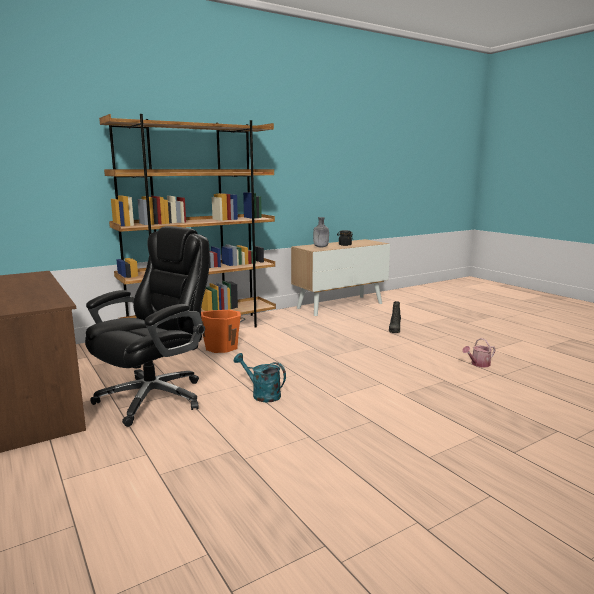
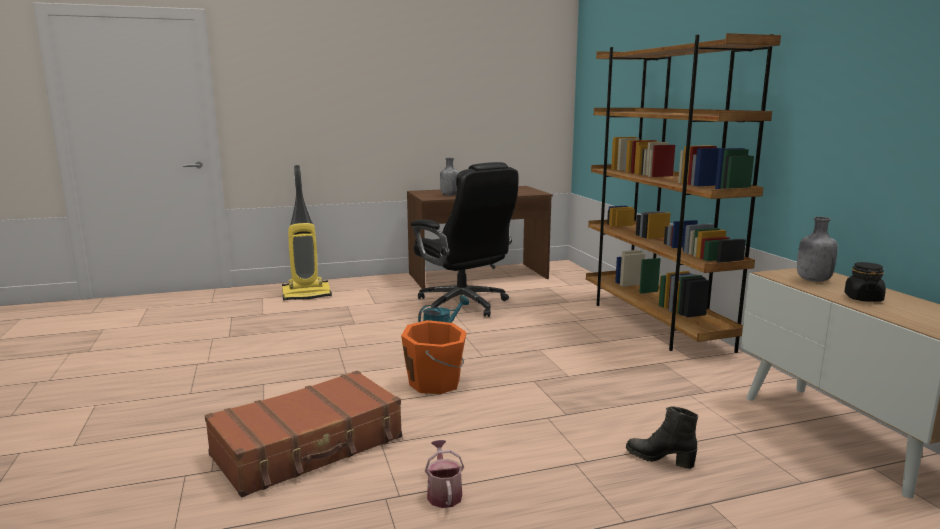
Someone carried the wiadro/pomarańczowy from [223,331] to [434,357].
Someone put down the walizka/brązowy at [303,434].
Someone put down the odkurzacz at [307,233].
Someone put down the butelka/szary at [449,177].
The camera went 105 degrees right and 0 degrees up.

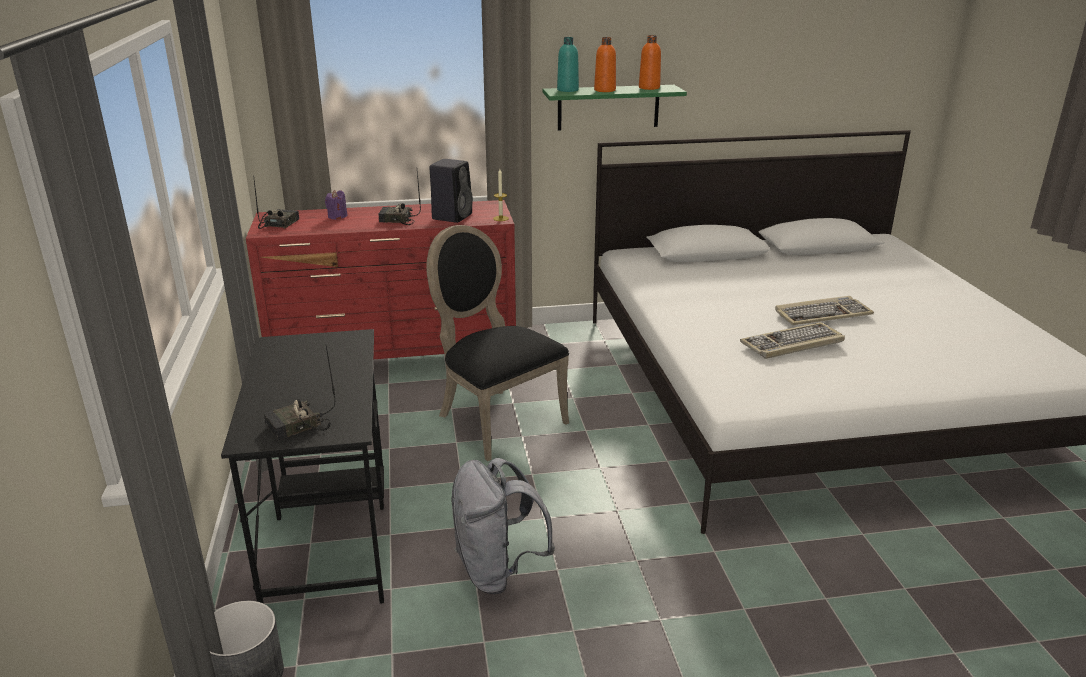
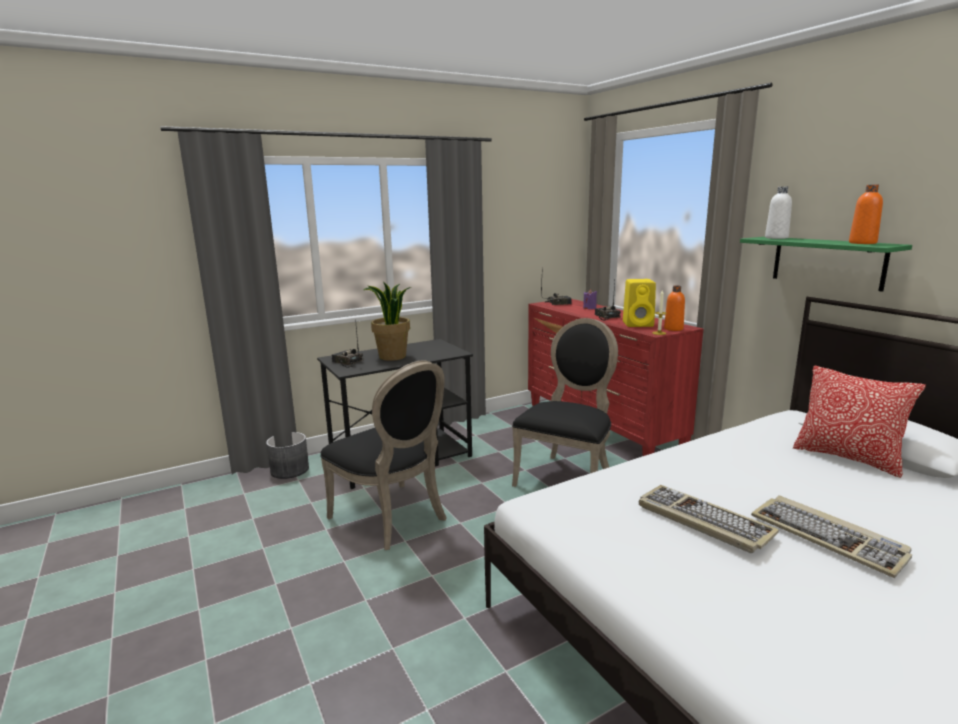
Someone repainted the głośnik/czarny at [451,191], which became the głośnik/żółty at [639,303].
Someone swapped the plecak/szary at [503,526] for the krzesło/czarny at [383,455].
Someone repainted the butelka/turkusowy at [568,64], which became the butelka/biały at [778,213].
Someone carried the butelka/pomarańczowy from [605,64] to [674,308].
Someone put down the roślina doniczkowa at [387,321].
Someone put down the poduszka at [859,422].
The camera went 70 degrees right and 10 degrees down.

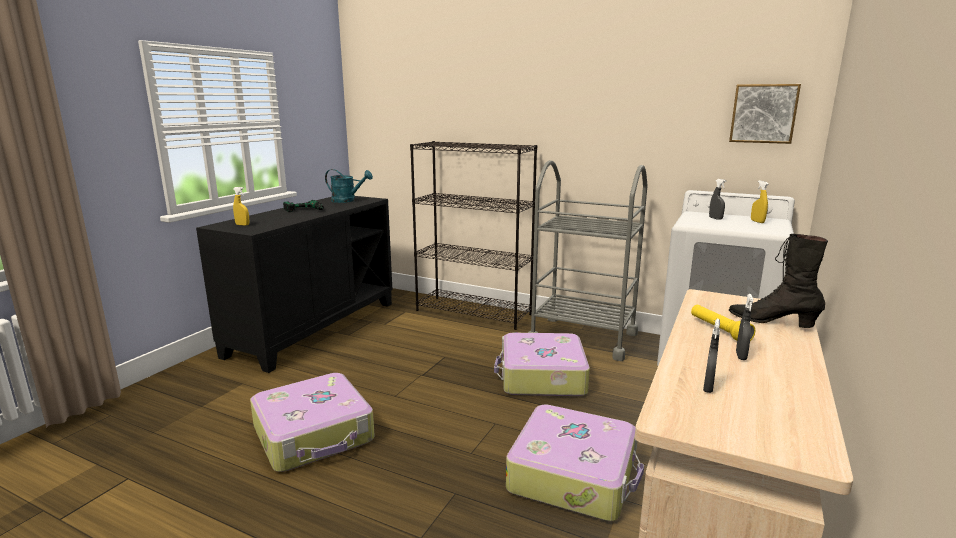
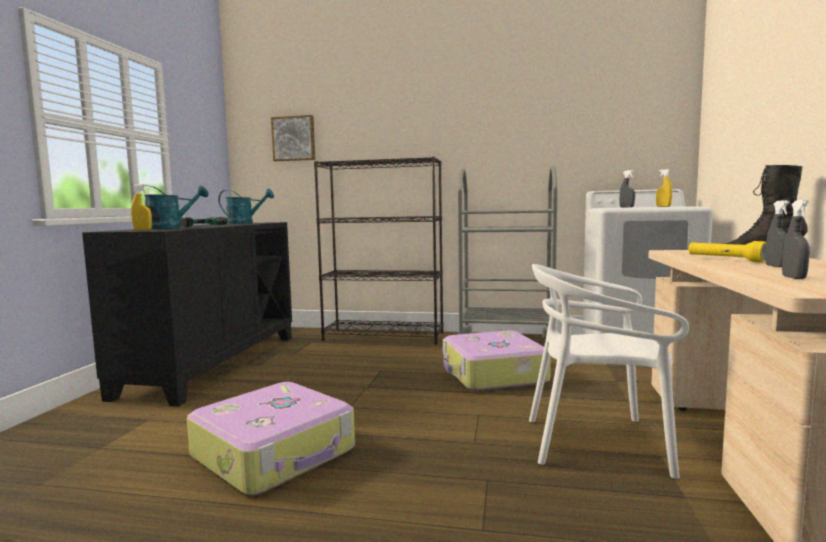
Someone swapped the walizka at [575,462] for the krzesło/biały at [609,371].
Someone carried the obraz from [765,114] to [293,138].
Someone put down the konewka/turkusowy at [171,207].
The camera went 15 degrees left and 10 degrees down.

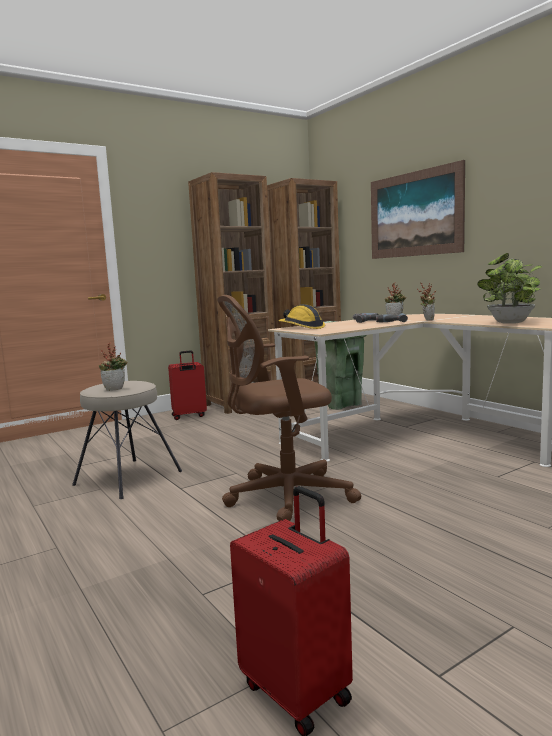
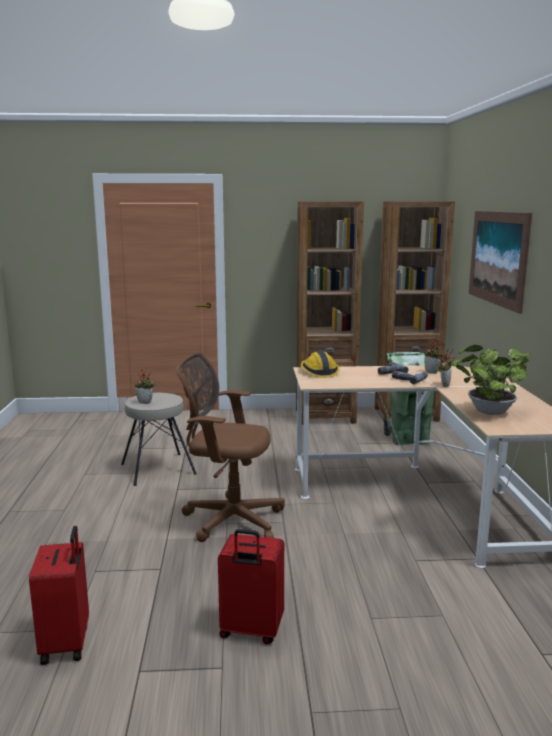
Someone carried the walizka/czerwony from [187,385] to [251,586].
The camera went 30 degrees right and 5 degrees up.

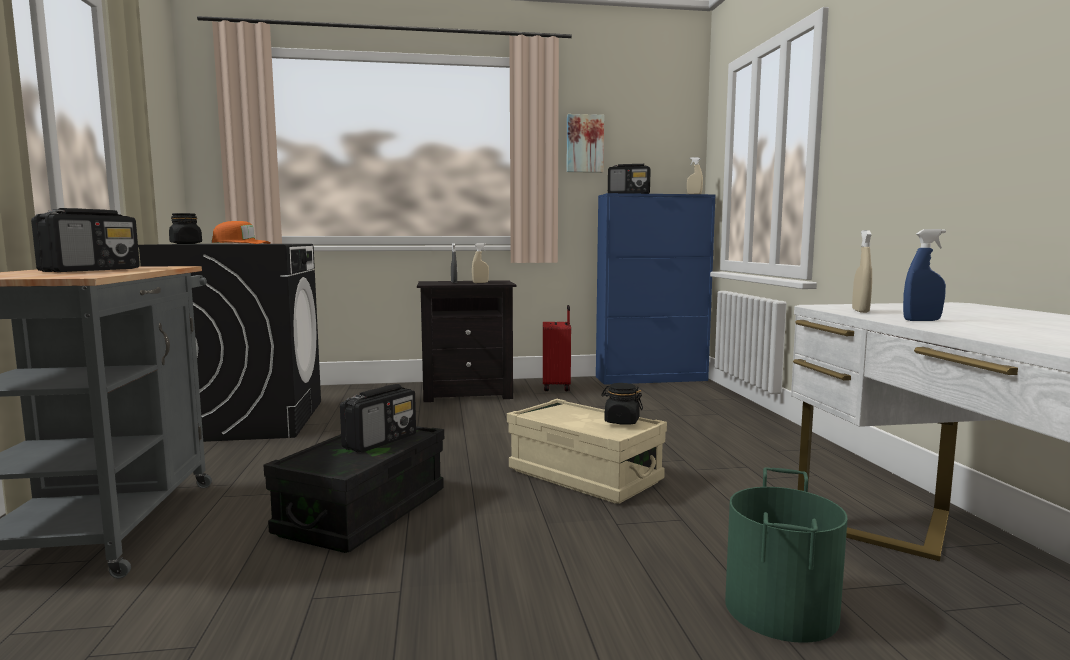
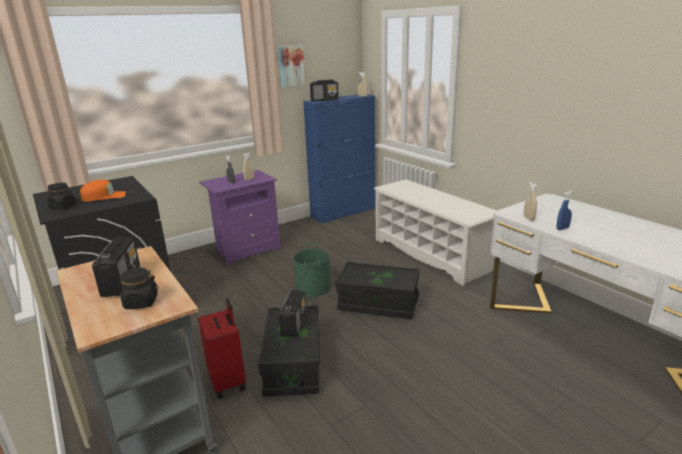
Someone repainted the szafka nocna/czarny at [466,341], which became the szafka nocna/fioletowy at [240,218].
Someone repainted the pojemnik do przechowywania/beżowy at [587,451], which became the pojemnik do przechowywania/czarny at [377,290].
Someone carried the walizka/czerwony from [557,348] to [222,348].
Someone carried the słoik/czarny from [622,404] to [137,288].
Someone carried the wiadro/zielony from [786,555] to [312,269].
Someone put down the regał na buty/biały at [435,232].
The camera went 25 degrees left and 15 degrees up.

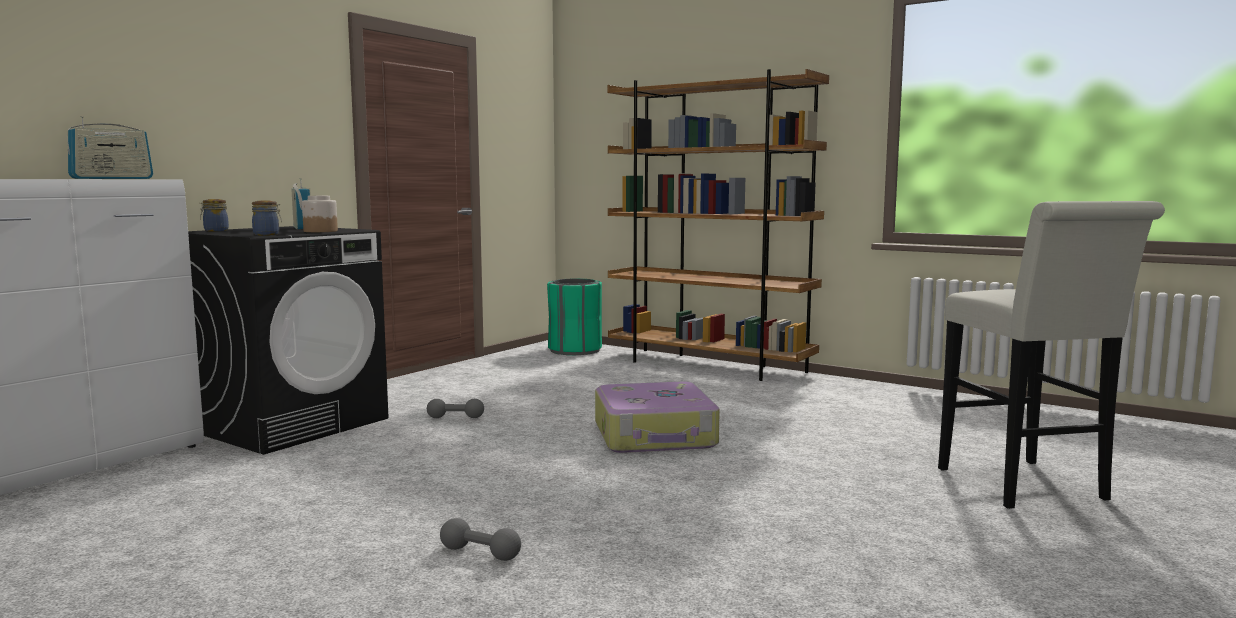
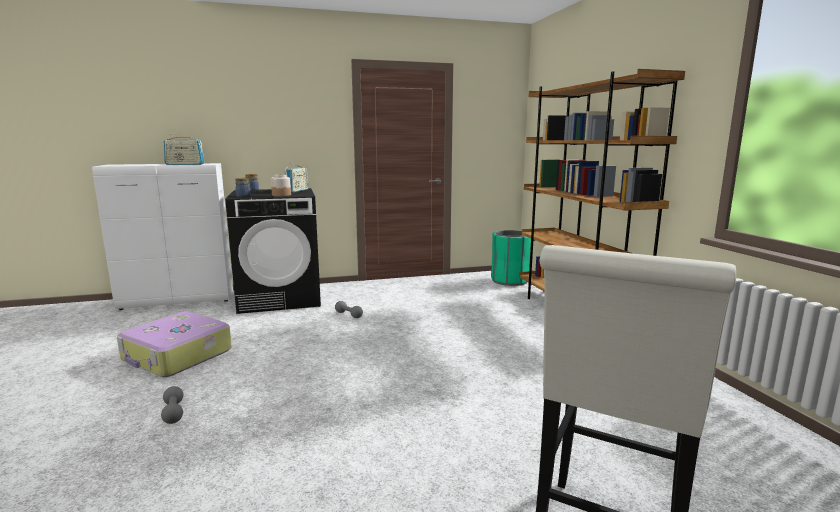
Someone carried the walizka from [657,417] to [174,344].
The camera went 40 degrees right and 5 degrees up.

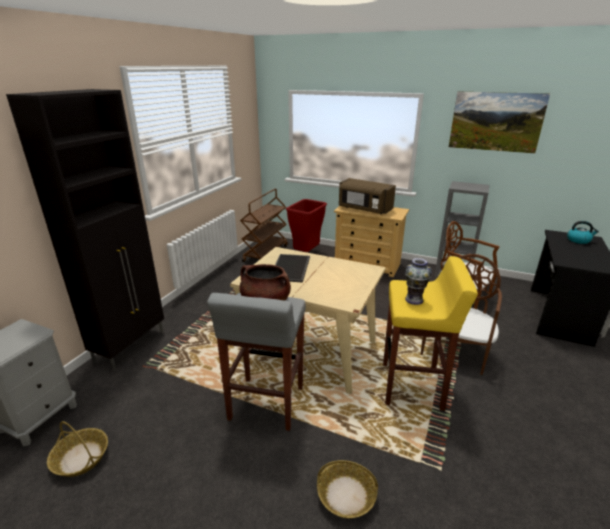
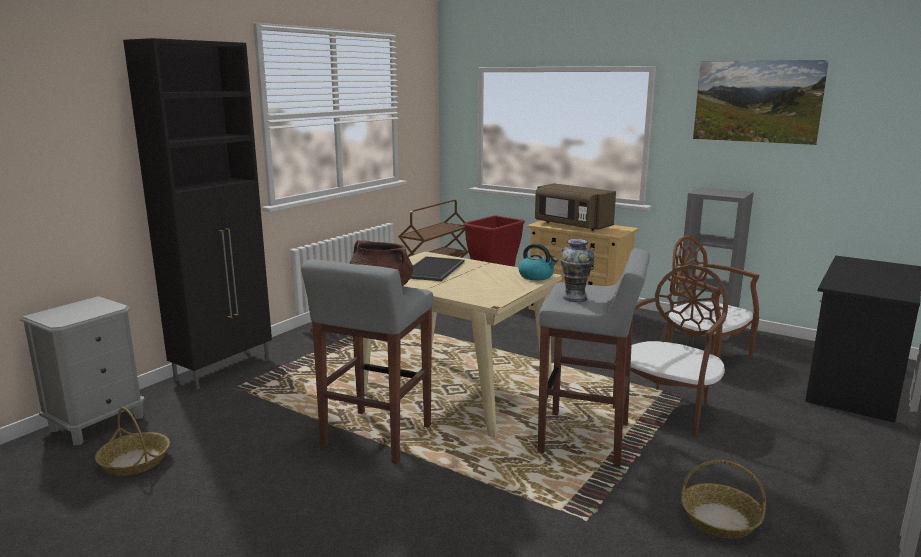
Someone carried the koszyk from [347,489] to [723,499].
Someone repainted the stołek/żółty at [430,333], which became the stołek/szary at [594,357].
Someone carried the czajnik from [583,232] to [538,261].
The camera went 10 degrees right and 10 degrees down.

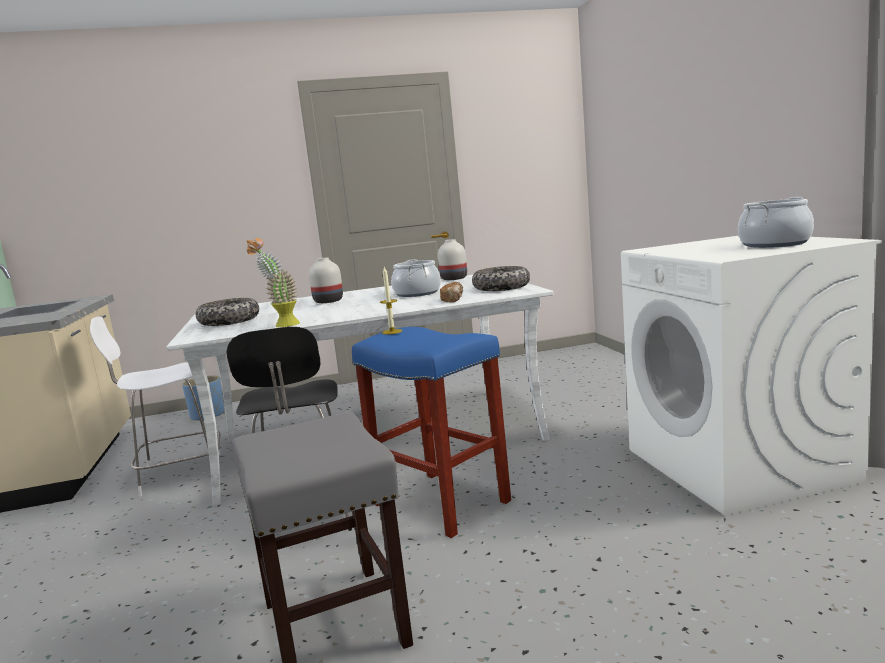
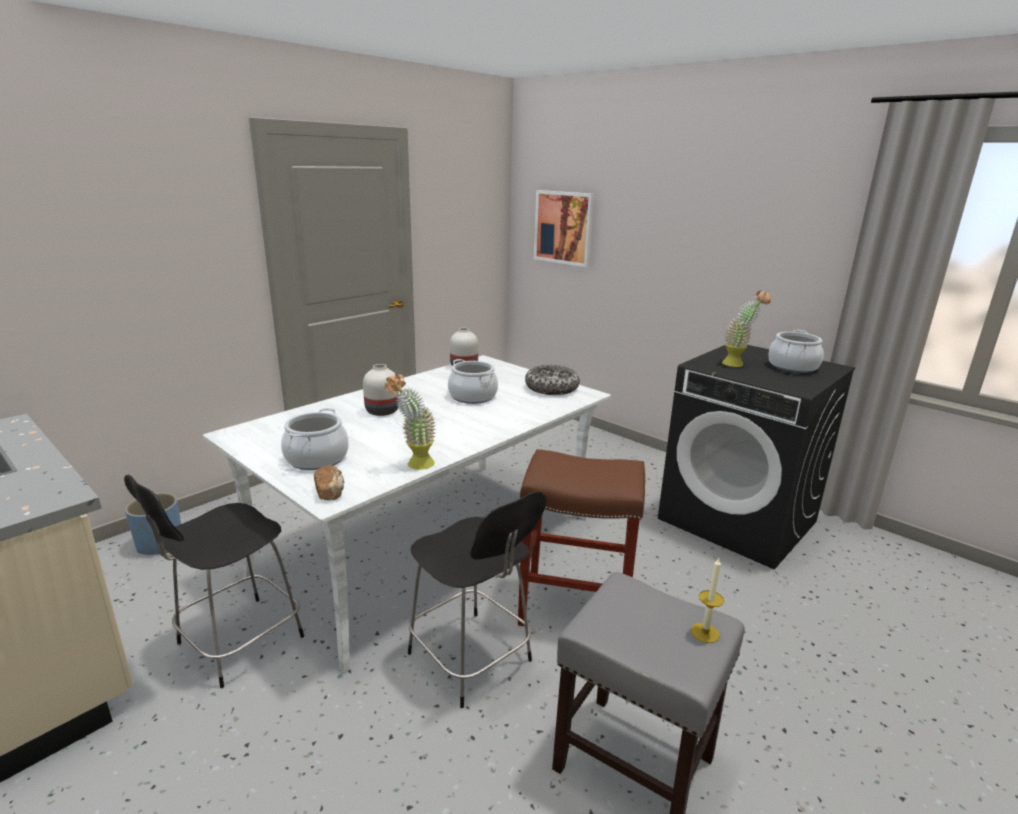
Someone repainted the krzesło/biały at [155,406], which became the krzesło/czarny at [214,581].
Someone swapped the miska at [227,312] for the garnek at [315,439].
Someone repainted the stołek/niebieski at [431,432], which became the stołek/brązowy at [581,537].
Someone carried the świeca from [391,300] to [707,600].
Someone carried the chleb from [452,292] to [329,482].
Someone repainted the pralka/biały at [751,376], which became the pralka/czarny at [756,456].
Someone put up the obraz at [564,228].
Someone put down the roślina doniczkowa at [746,329].
The camera went 35 degrees left and 10 degrees up.

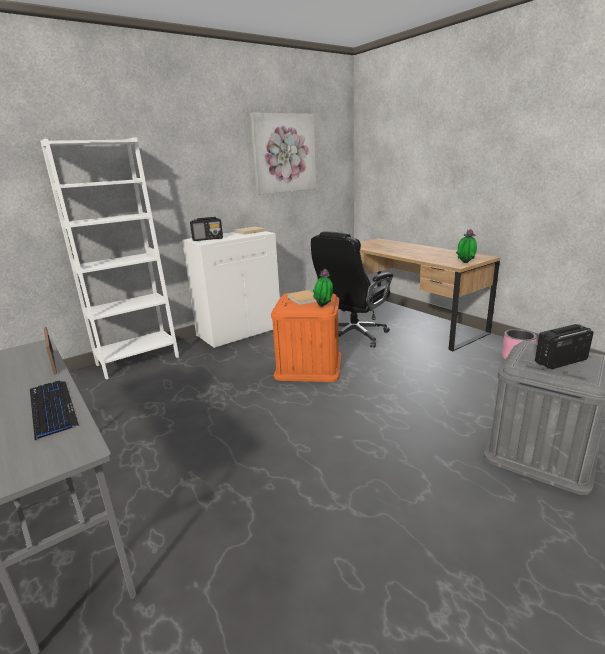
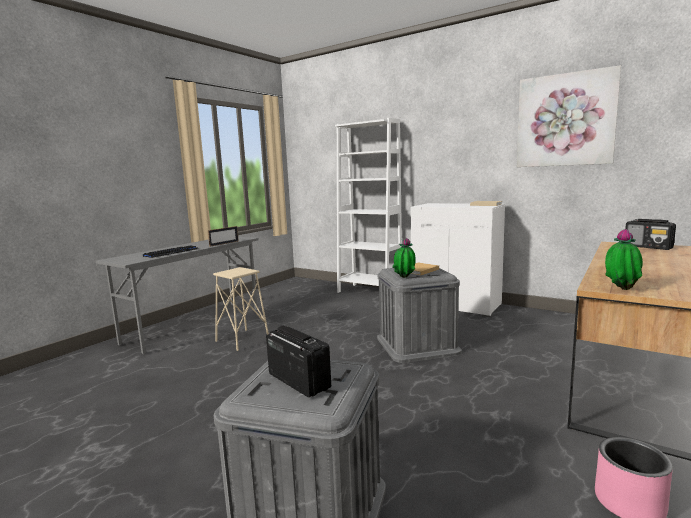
Someone carried the radio from [206,229] to [650,234].
Someone repainted the pojemnik do przechowywania/pomarańczowy at [306,337], which became the pojemnik do przechowywania/szary at [419,315].
Someone took away the krzesło biurowe/czarny at [352,289].
Someone put down the stołek/beżowy at [241,309].
The camera went 70 degrees right and 10 degrees down.

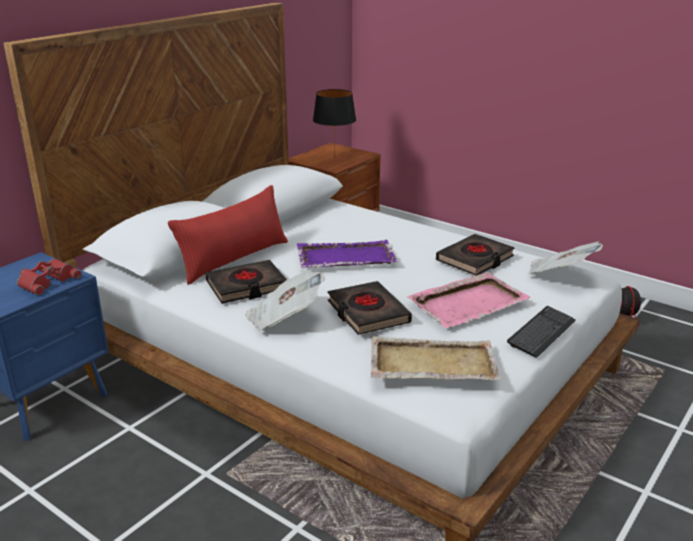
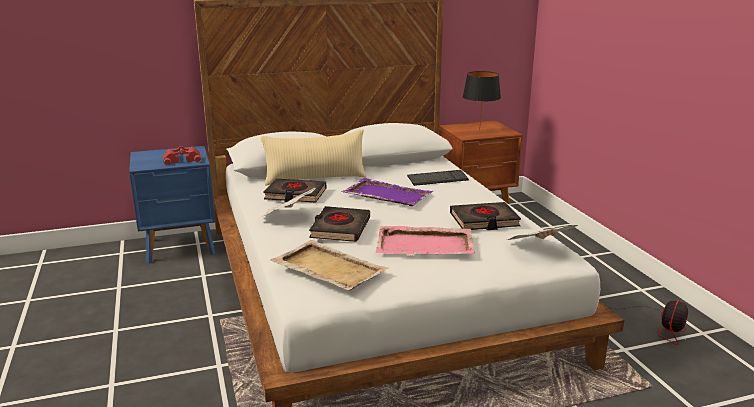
Someone repainted the poduszka/czerwony at [228,235], which became the poduszka/beżowy at [313,157].
Someone carried the klawiatura from [541,332] to [438,178].
The camera went 35 degrees right and 5 degrees down.

